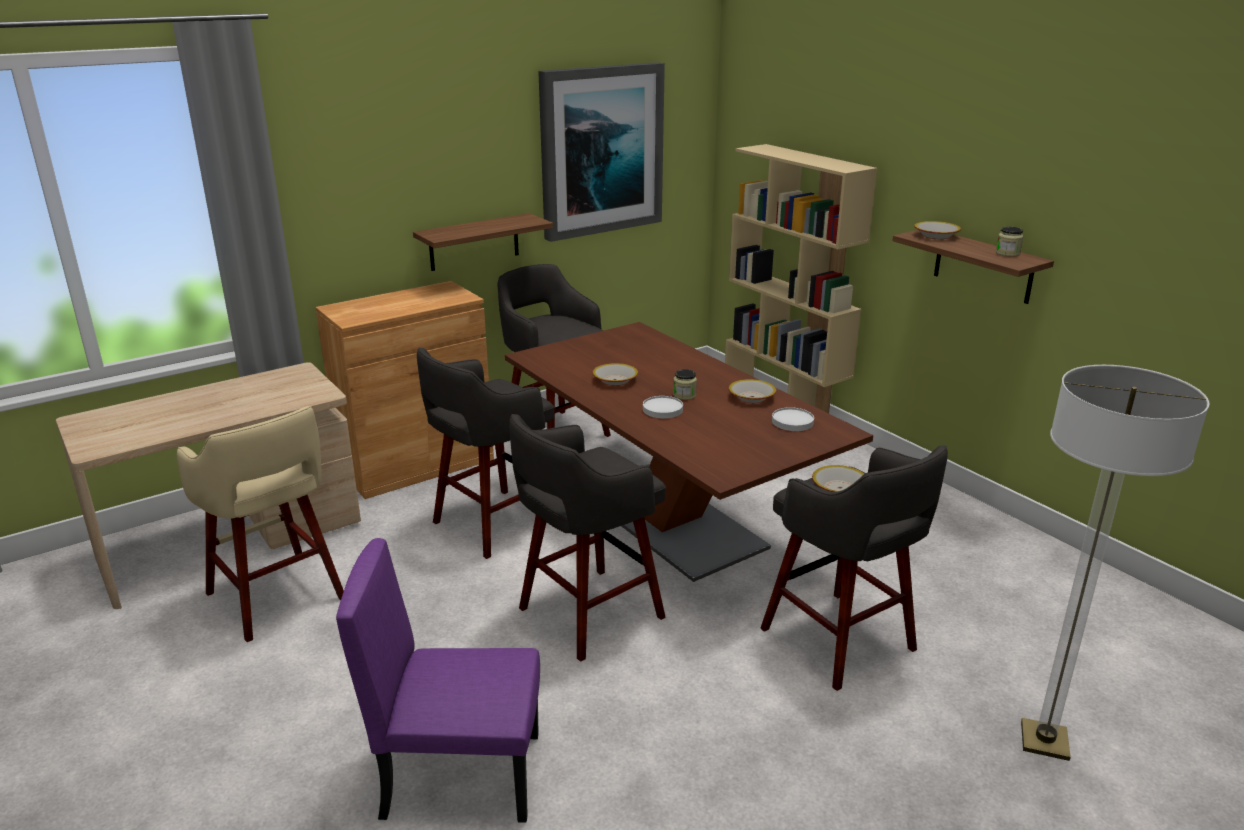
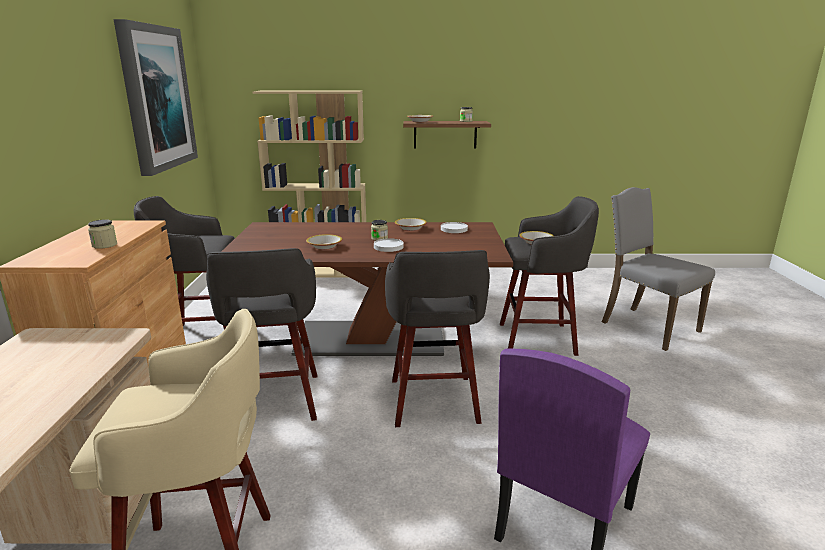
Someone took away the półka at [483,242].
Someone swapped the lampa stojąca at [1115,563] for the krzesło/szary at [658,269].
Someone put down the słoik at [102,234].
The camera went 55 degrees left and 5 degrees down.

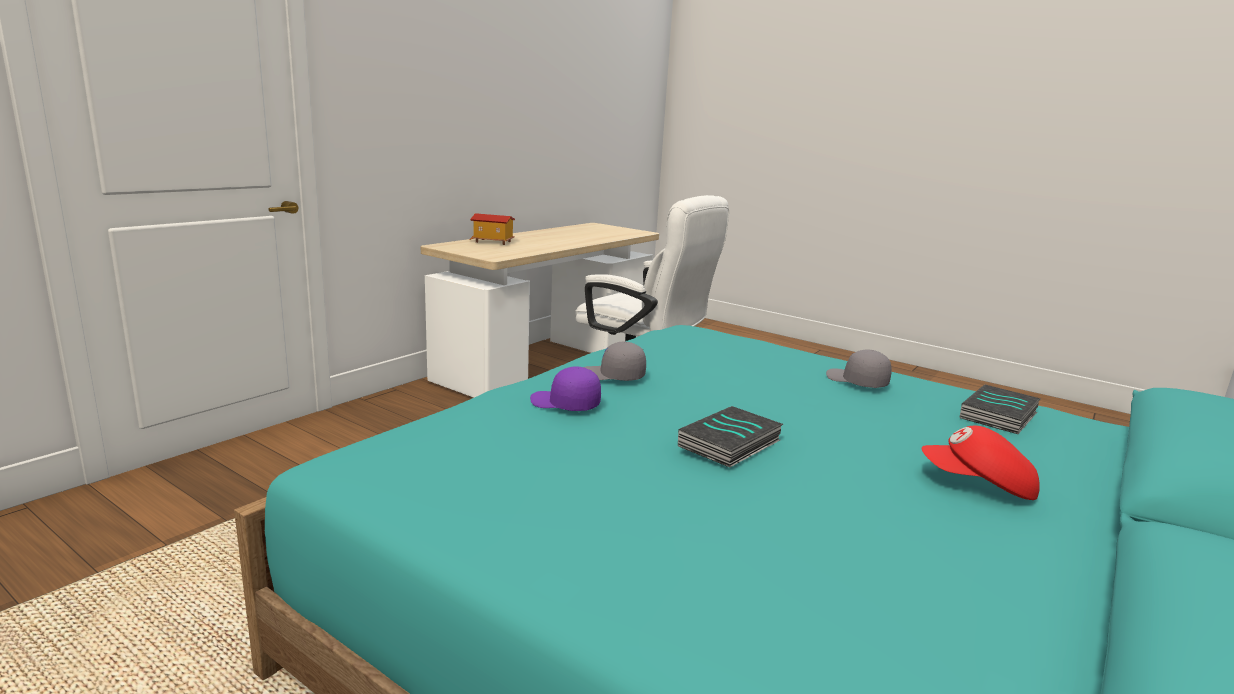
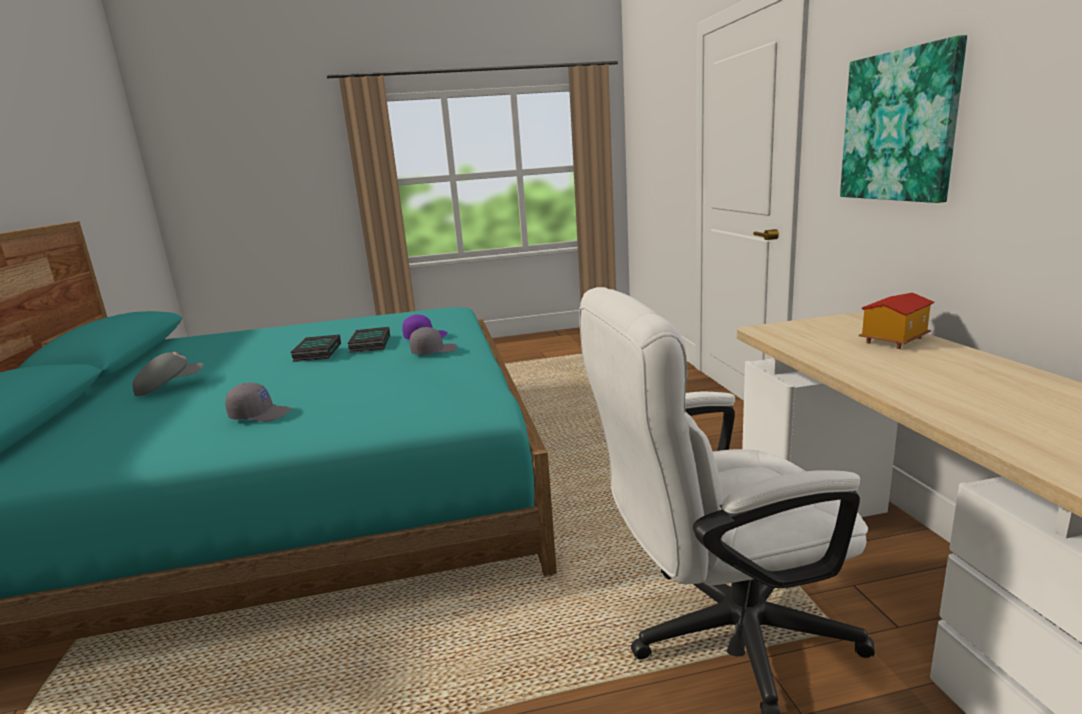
Someone repainted the czapka z daszkiem/czerwony at [981,462], which became the czapka z daszkiem/szary at [168,374].
Someone carried the książka from [1000,409] to [368,340].
Someone put up the obraz at [903,119].
The camera went 135 degrees right and 0 degrees up.

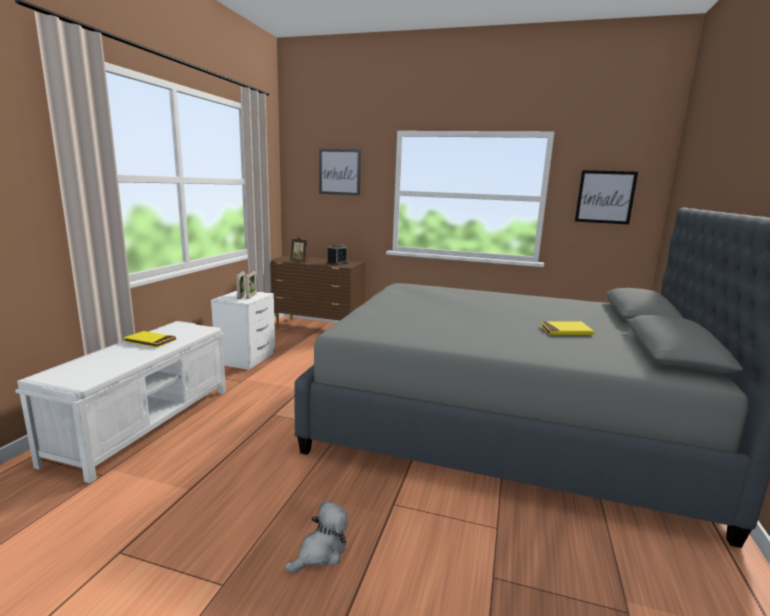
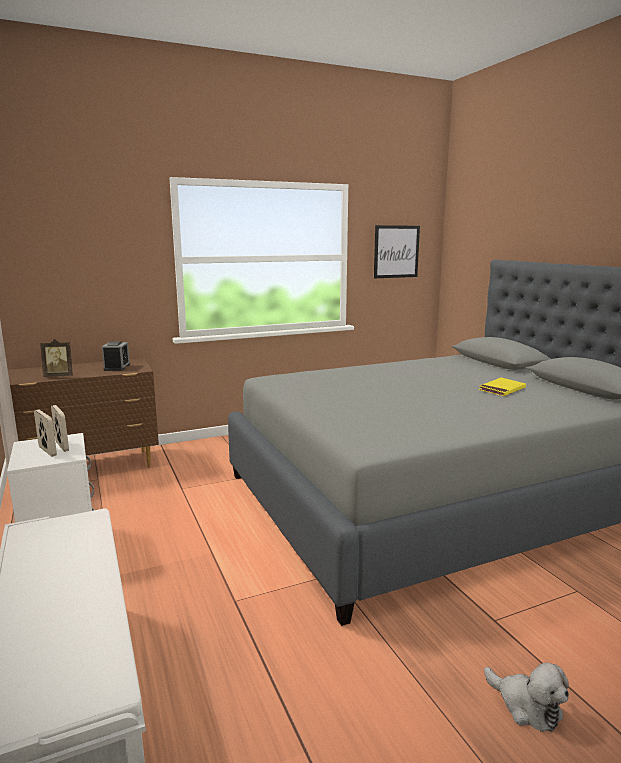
Someone took away the książka/żółty at [150,339].
Someone rotated the pluszak at [316,537] by 135 degrees clockwise.
Someone took away the obraz at [340,172].
The camera went 40 degrees left and 0 degrees up.

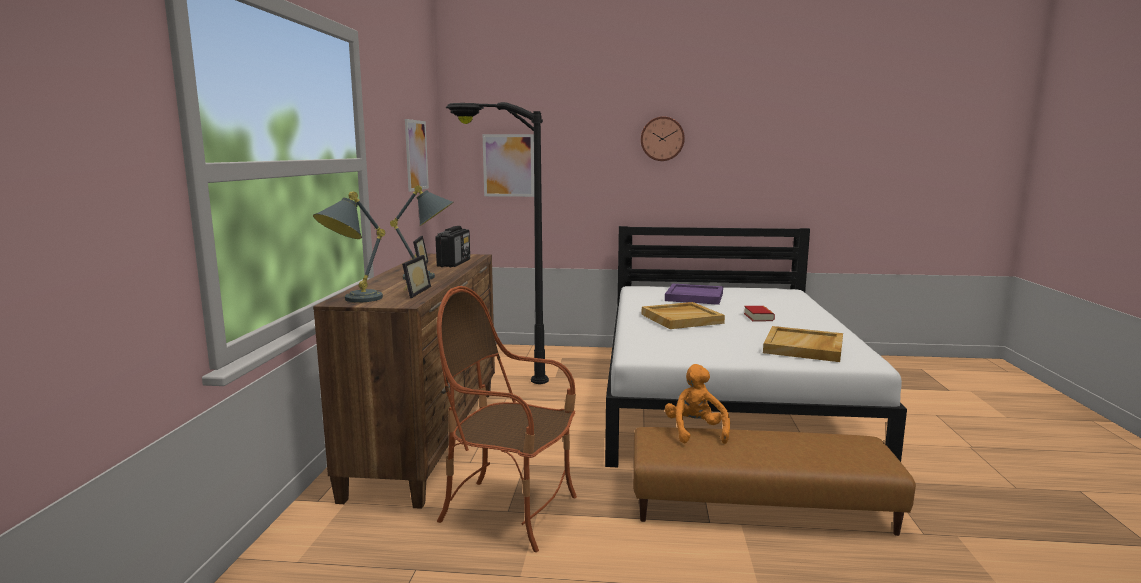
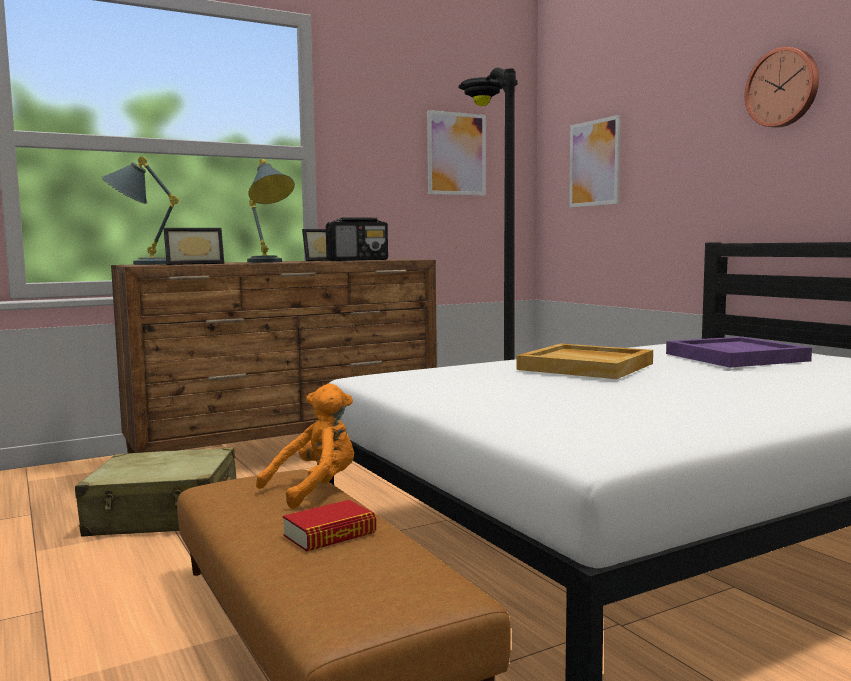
Someone swapped the fotel at [507,419] for the walizka/beżowy at [155,492].
Someone carried the książka from [759,313] to [329,526].
Someone took away the taca/beżowy at [803,344].
The camera went 55 degrees right and 5 degrees down.

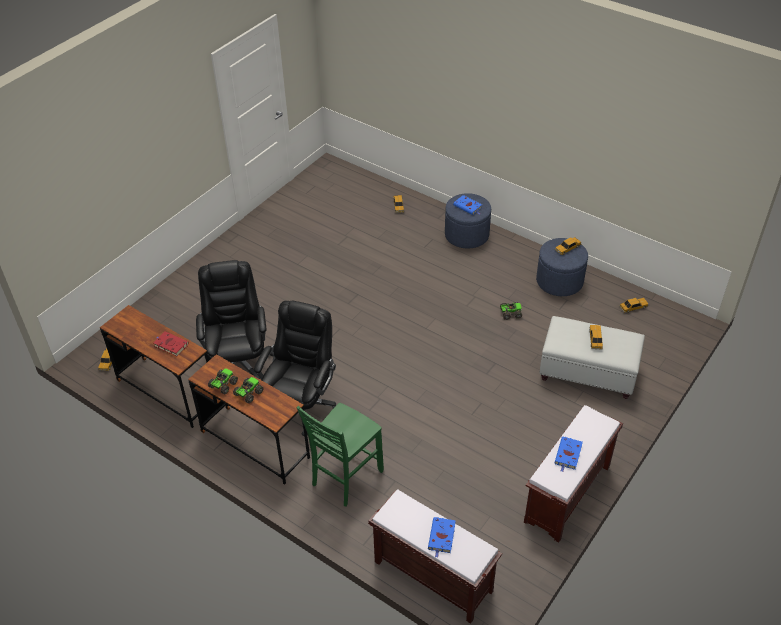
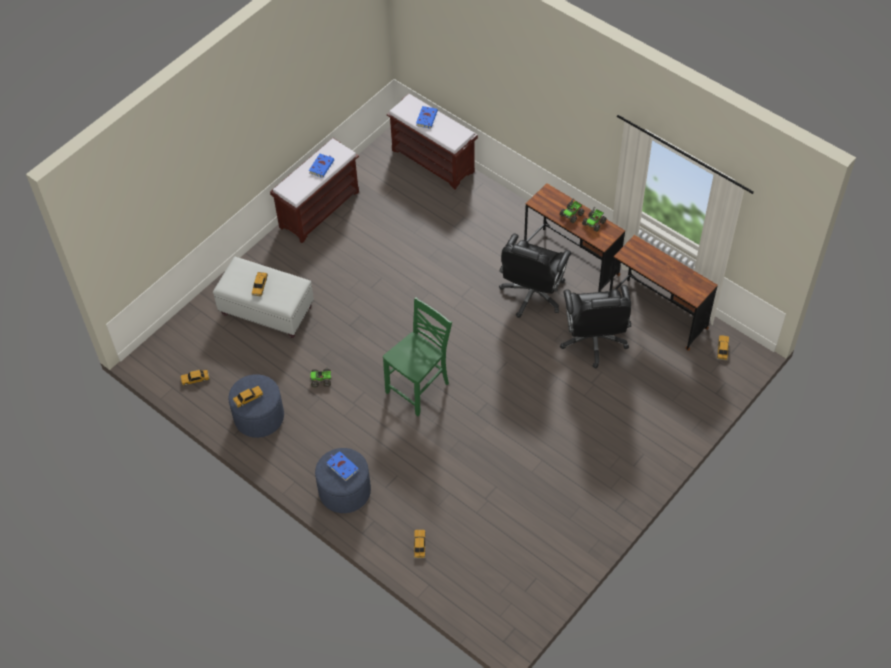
Someone took away the książka/czerwony at [171,343].
Someone carried the krzesło/zielony from [340,455] to [417,356].
The camera went 175 degrees left and 10 degrees up.

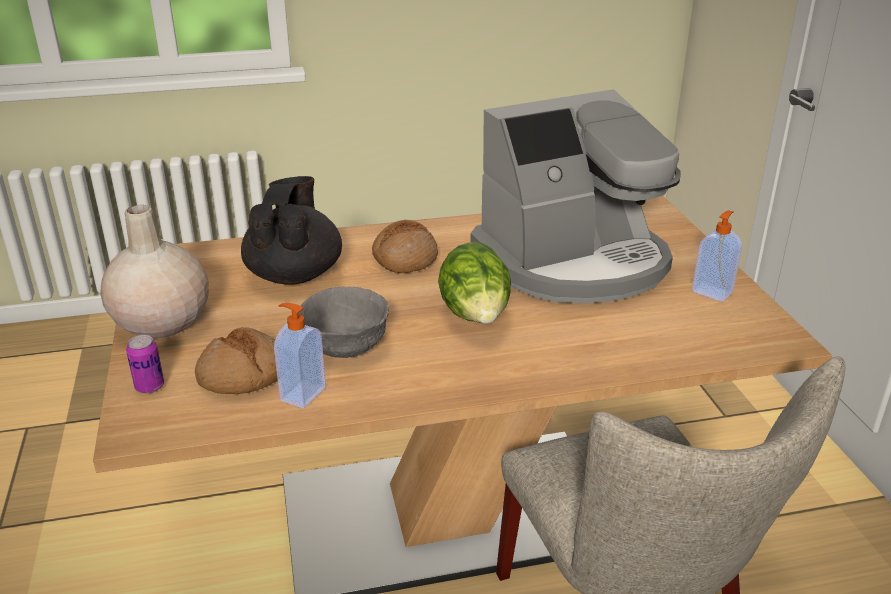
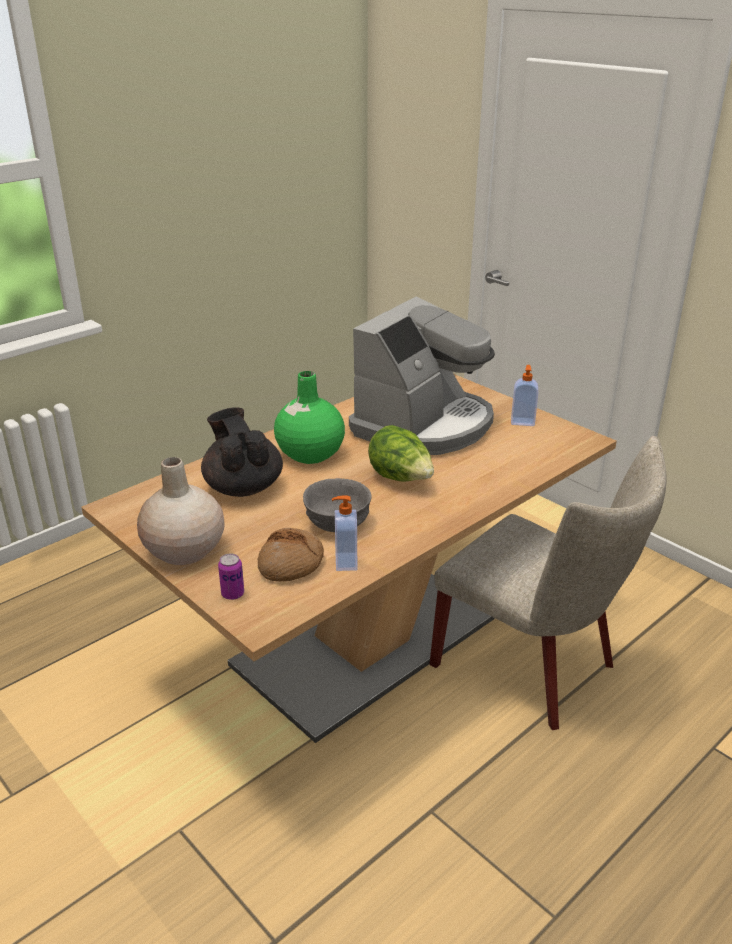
Someone swapped the chleb at [405,246] for the wazon/zielony at [309,417].
The camera went 30 degrees left and 0 degrees up.

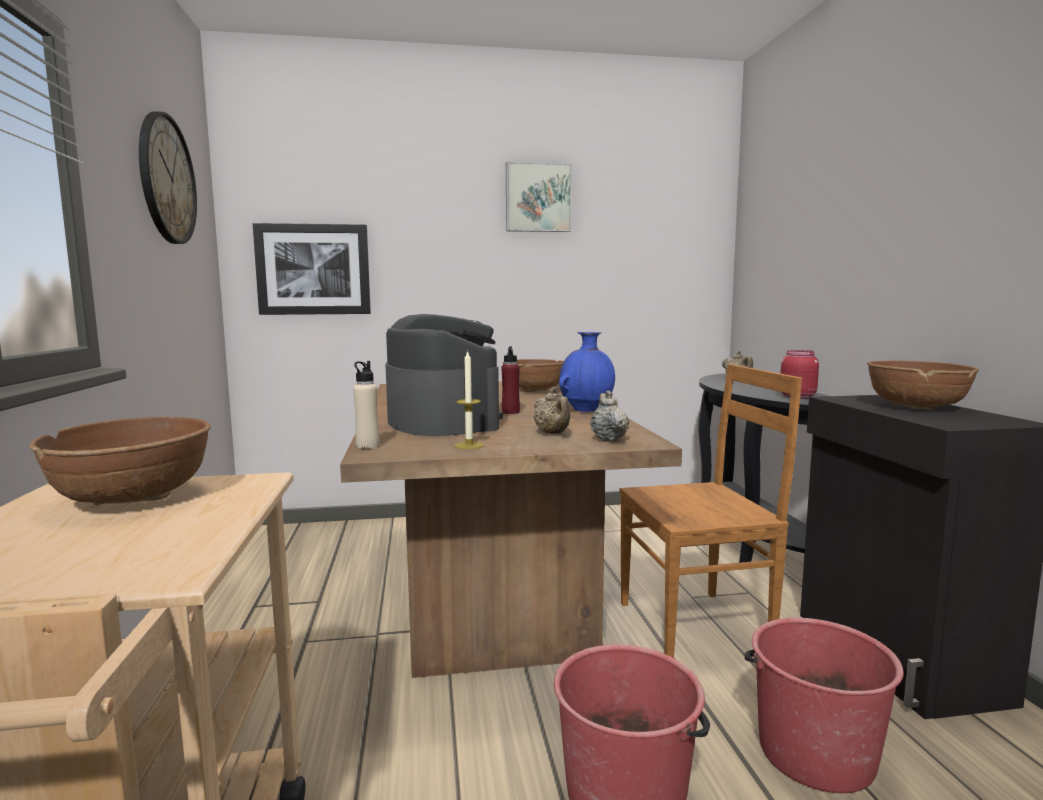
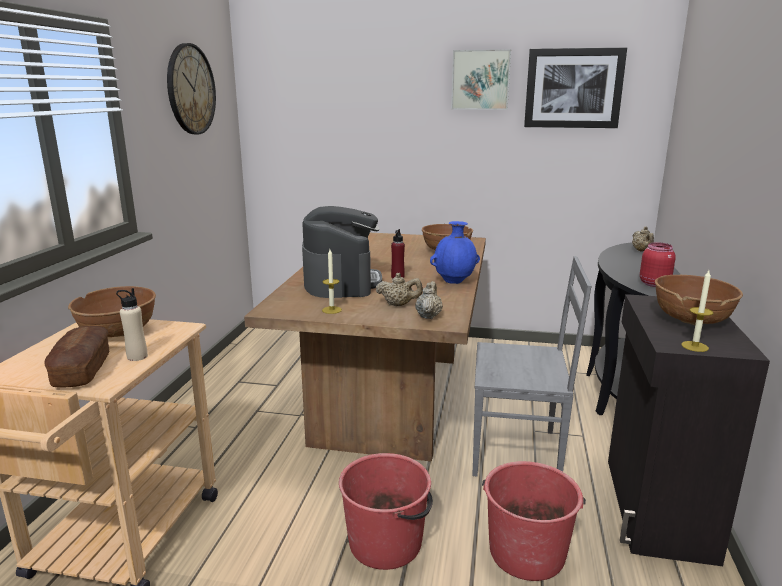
Someone carried the obraz from [312,269] to [575,88].
Someone carried the butelka/beżowy from [366,405] to [132,324].
Someone rotated the imbryk/beżowy at [552,410] by 75 degrees counterclockwise.
Someone repainted the krzesło/brązowy at [710,511], which became the krzesło/szary at [532,366].
Someone put down the chleb at [77,356].
Someone put down the świeca at [697,311].
The camera went 20 degrees right and 10 degrees up.

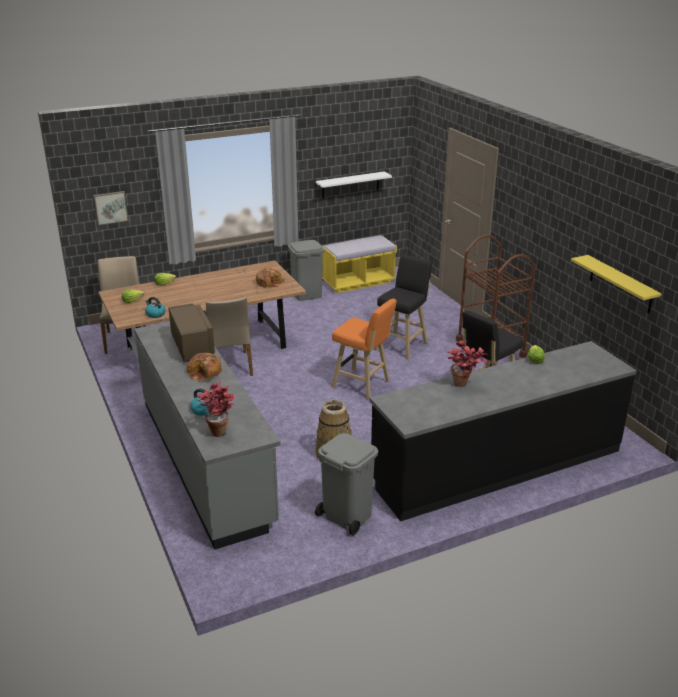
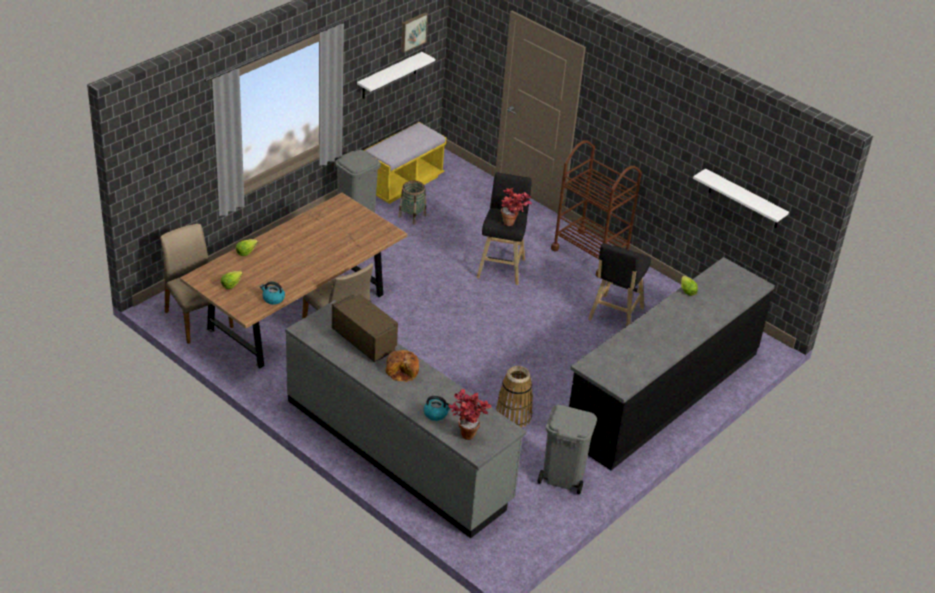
Someone carried the obraz from [111,208] to [414,33].
Someone took away the chleb at [270,277].
Someone took away the stołek/pomarańczowy at [364,349].
Someone carried the roślina doniczkowa from [467,363] to [516,207].
Someone repainted the półka/żółty at [616,284], which became the półka/biały at [741,198].
Someone put down the koszyk at [412,203].
The camera went 25 degrees left and 10 degrees up.

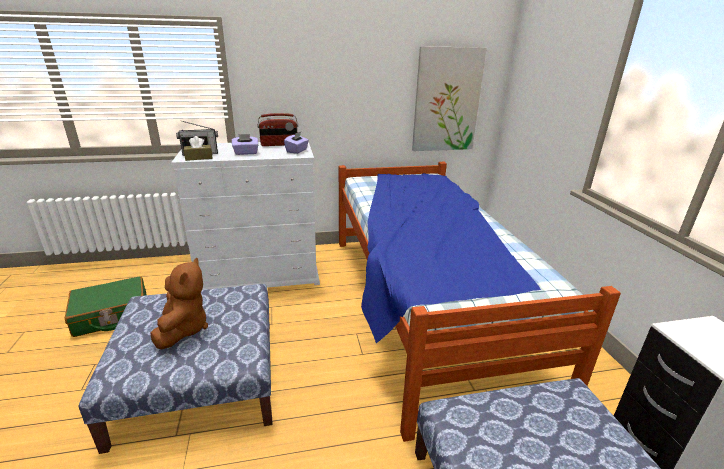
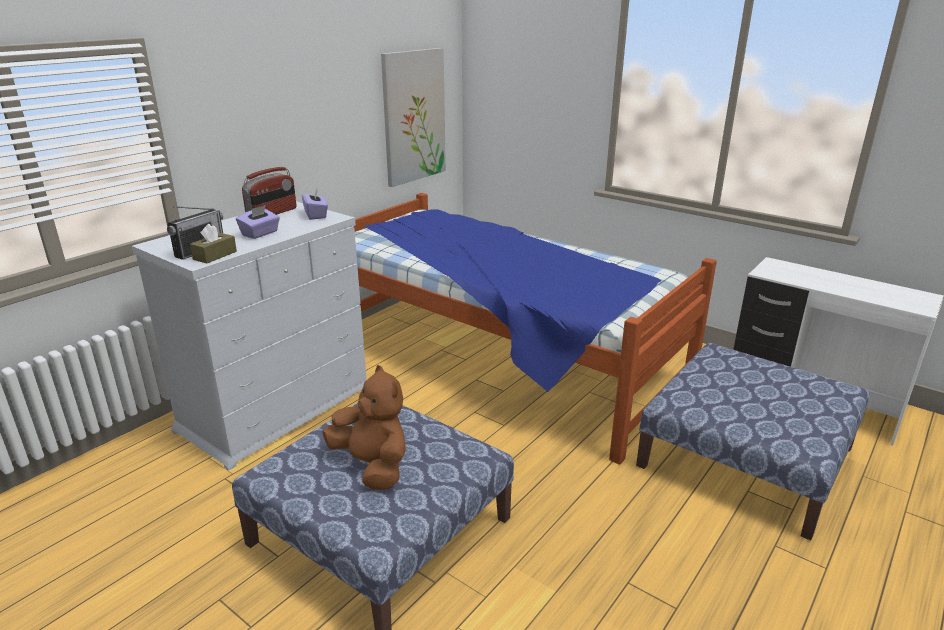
Someone took away the walizka/zielony at [105,306].
The camera went 40 degrees left and 0 degrees up.

